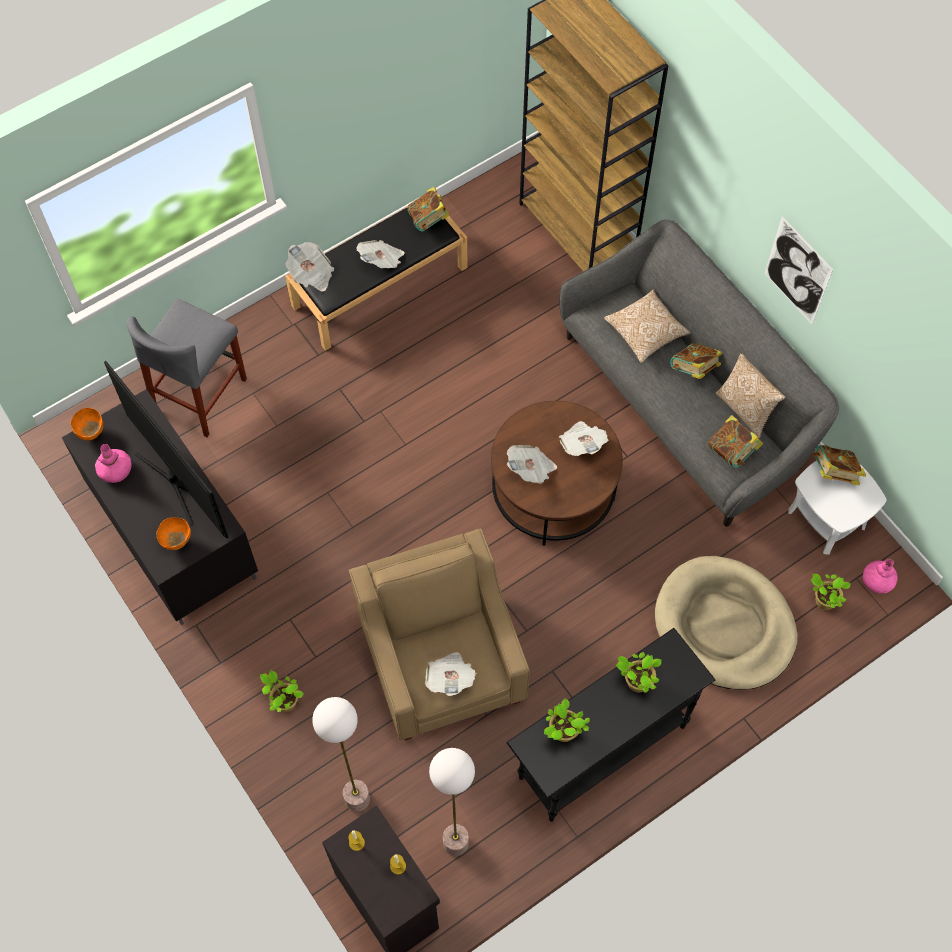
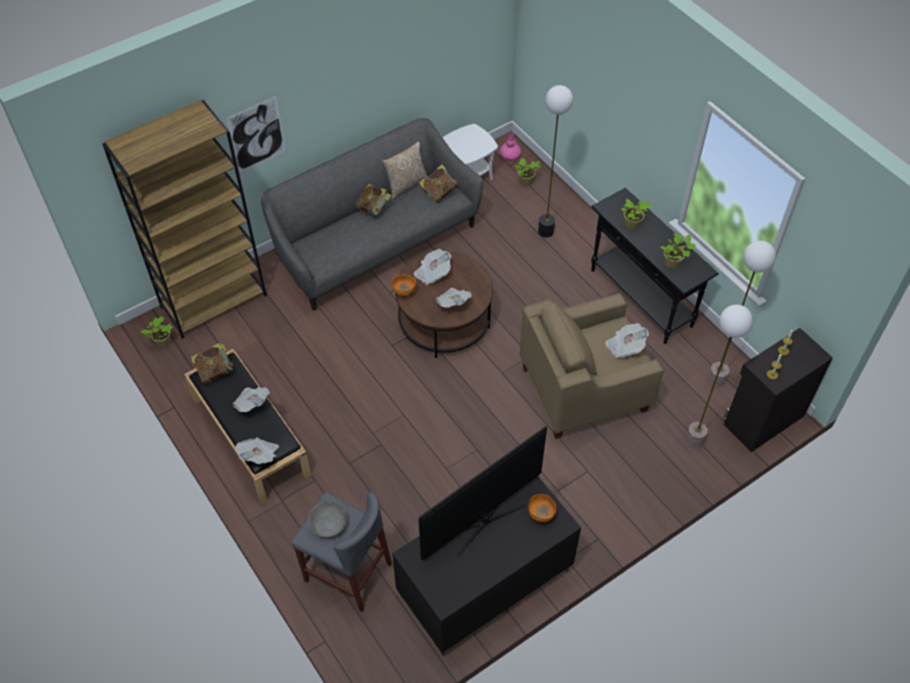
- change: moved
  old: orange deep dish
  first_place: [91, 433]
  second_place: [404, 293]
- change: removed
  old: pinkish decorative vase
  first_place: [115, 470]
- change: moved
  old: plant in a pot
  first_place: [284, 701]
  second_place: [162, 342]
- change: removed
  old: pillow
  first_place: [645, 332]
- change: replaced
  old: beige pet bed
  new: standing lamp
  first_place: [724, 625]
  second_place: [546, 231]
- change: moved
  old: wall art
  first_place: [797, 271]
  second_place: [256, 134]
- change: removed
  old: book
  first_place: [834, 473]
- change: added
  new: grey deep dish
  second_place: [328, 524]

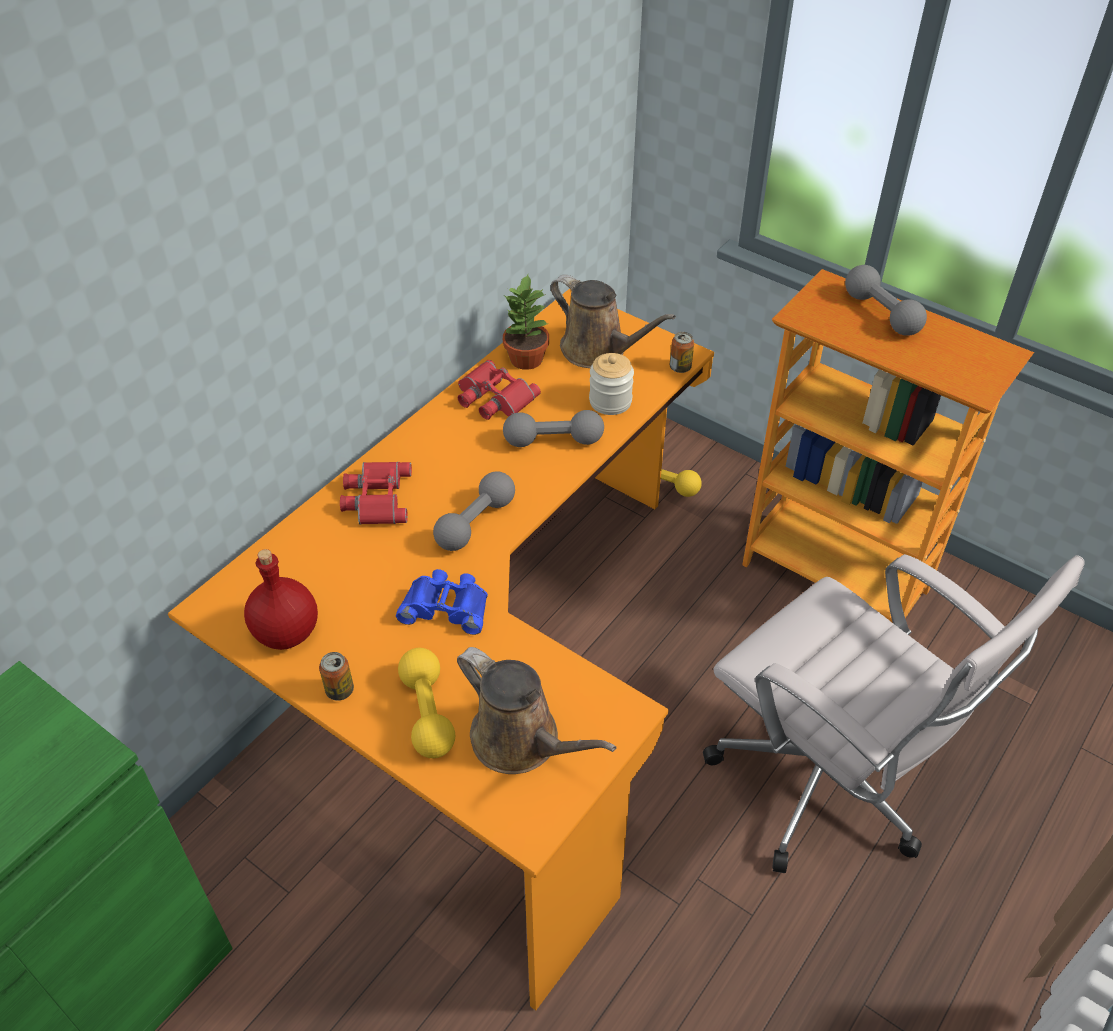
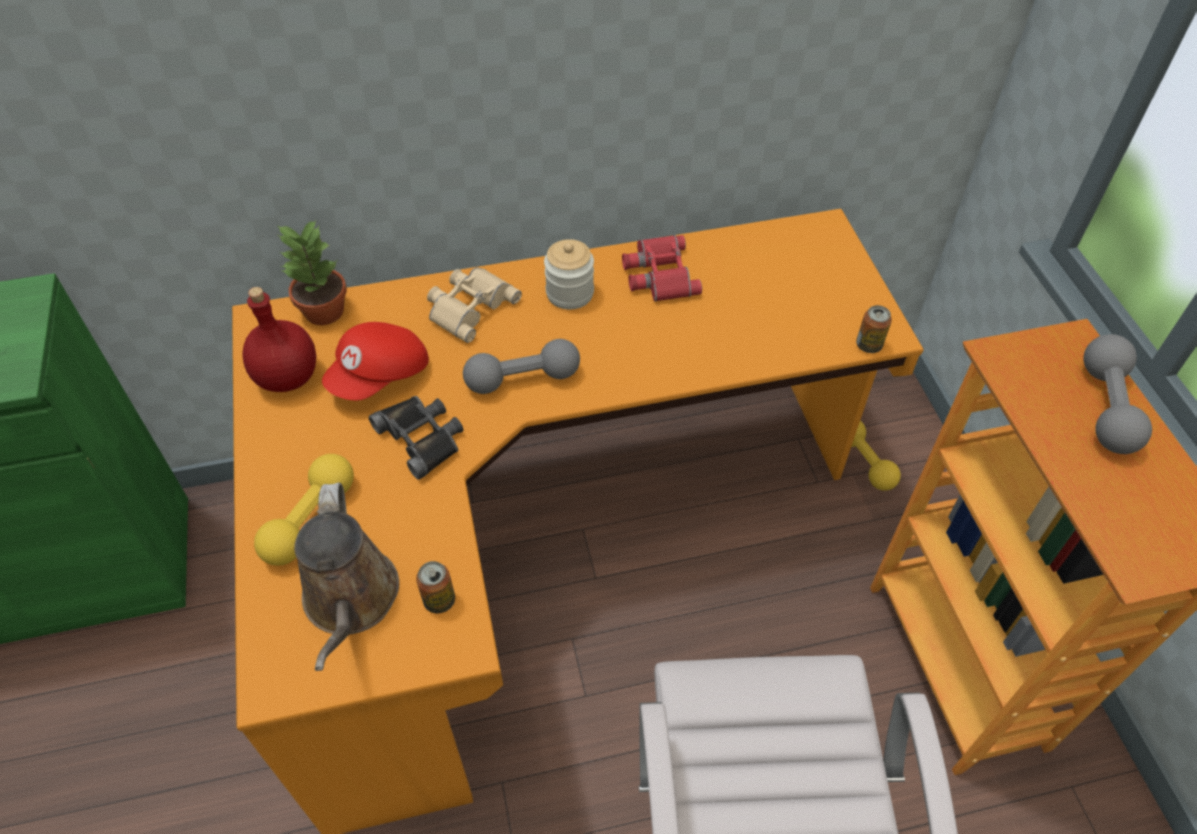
- change: moved
  old: metal can
  first_place: [339, 690]
  second_place: [439, 600]
- change: recoloured
  old: red-coloured binoculars
  new: beige binoculars
  first_place: [376, 497]
  second_place: [469, 306]
- change: recoloured
  old: blue binoculars
  new: blackish binoculars
  first_place: [446, 606]
  second_place: [422, 437]
- change: moved
  old: plant in a pot
  first_place: [525, 359]
  second_place: [323, 311]
- change: removed
  old: grey dumbbell
  first_place: [553, 441]
- change: removed
  old: brownish sprinkling can
  first_place: [598, 350]
- change: moved
  old: preserve jar
  first_place: [610, 401]
  second_place: [570, 293]
- change: added
  new: red-coloured peaked cap
  second_place: [381, 376]

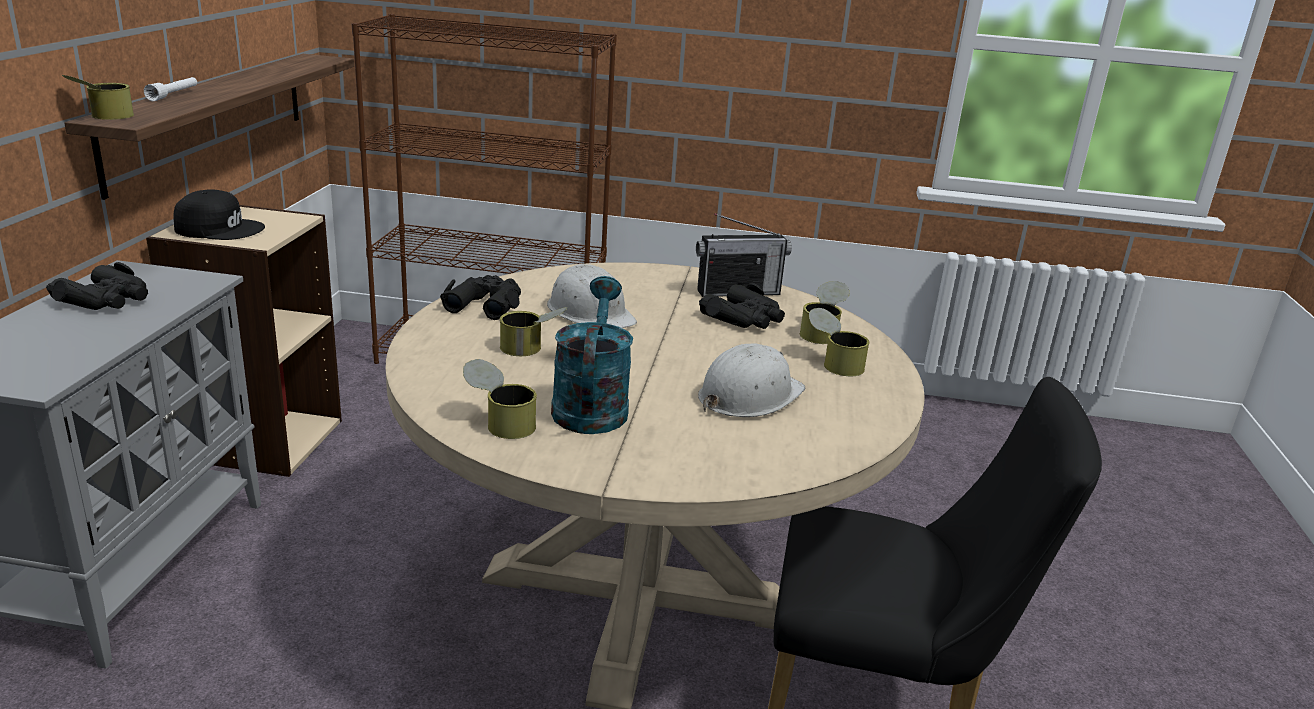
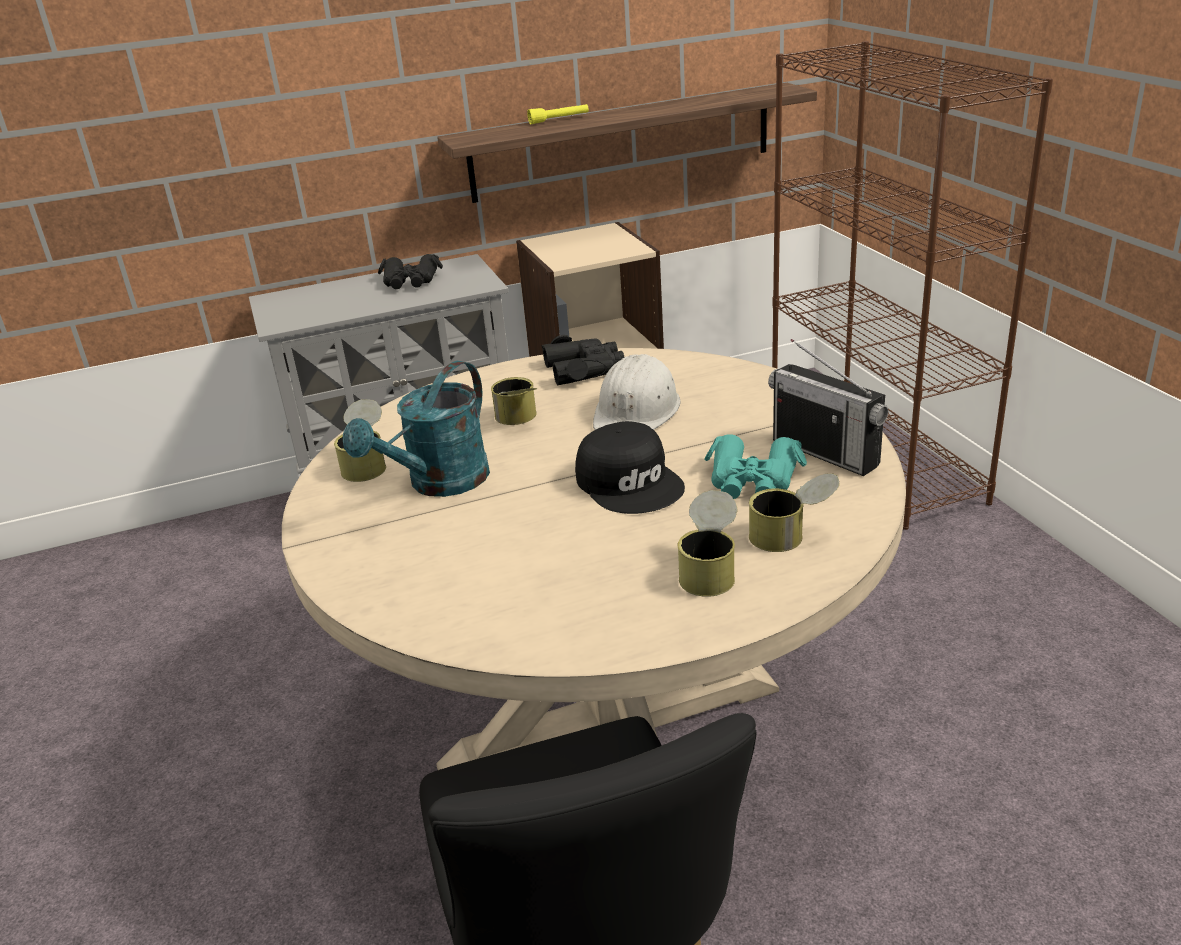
- change: removed
  old: metal can
  first_place: [102, 117]
- change: recoloured
  old: white torch
  new: yellowish torch
  first_place: [174, 95]
  second_place: [559, 120]
- change: moved
  old: blackish peaked cap
  first_place: [219, 228]
  second_place: [630, 482]
- change: turned
  old: turquoise-coloured sprinkling can
  first_place: [591, 405]
  second_place: [439, 484]
  degrees: 150
- change: removed
  old: white work helmet
  first_place: [749, 396]
- change: recoloured
  old: blackish binoculars
  new: turquoise-coloured binoculars
  first_place: [744, 318]
  second_place: [753, 480]

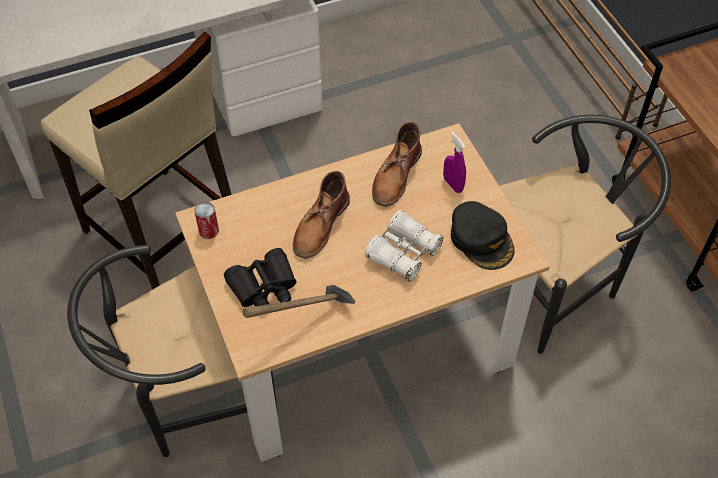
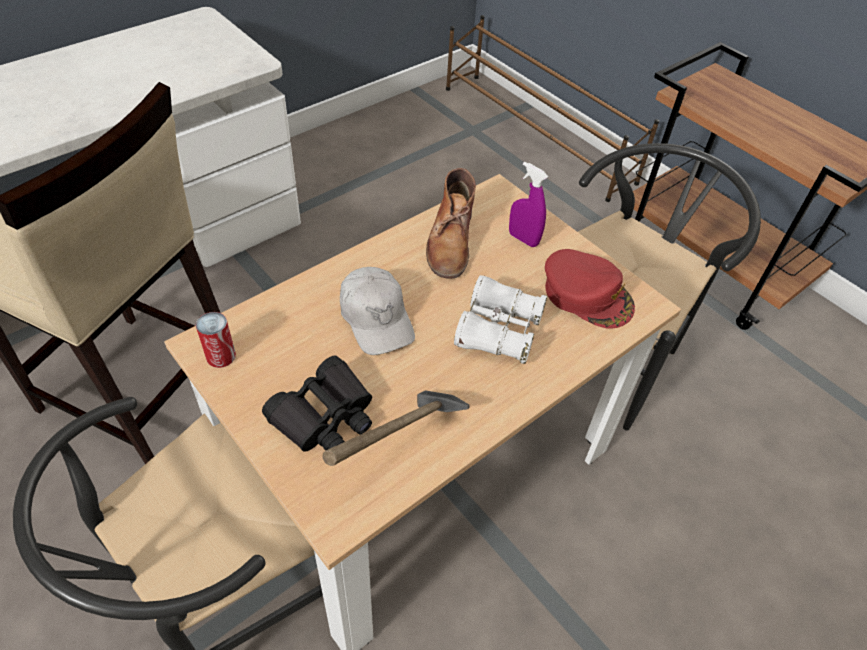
- change: replaced
  old: brownish tall boot
  new: white peaked cap
  first_place: [320, 225]
  second_place: [376, 318]
- change: recoloured
  old: blackish peaked cap
  new: red-coloured peaked cap
  first_place: [482, 239]
  second_place: [587, 294]

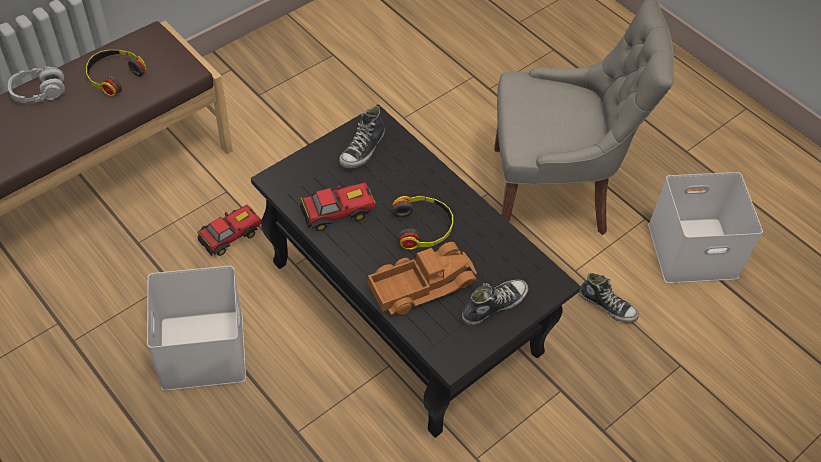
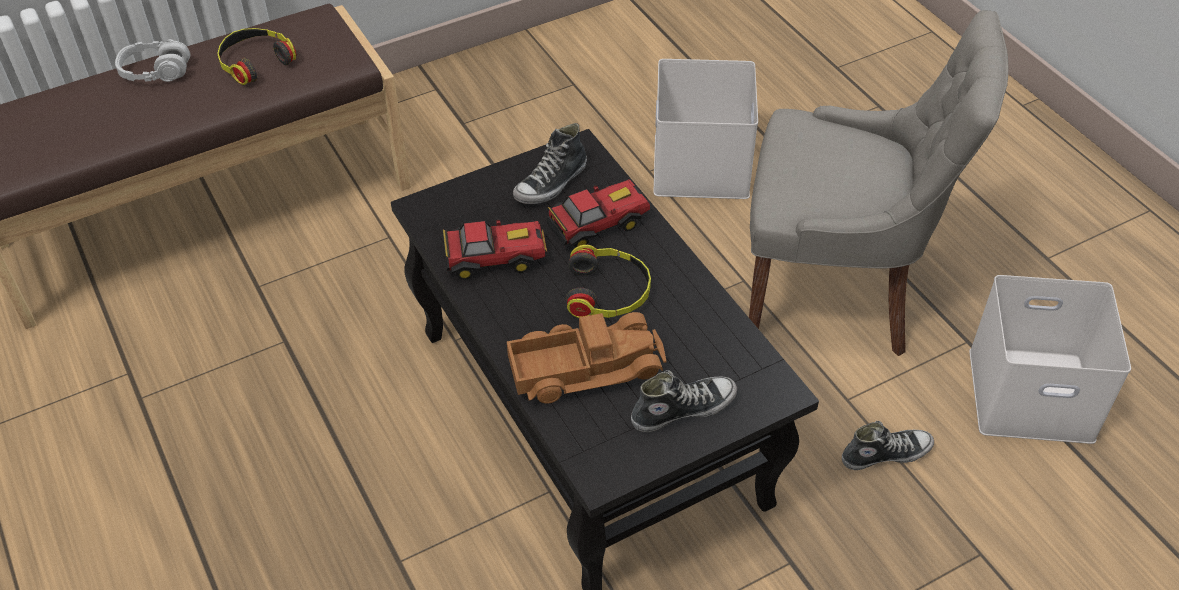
- change: moved
  old: white storage box
  first_place: [200, 348]
  second_place: [699, 163]
- change: moved
  old: model car
  first_place: [231, 235]
  second_place: [599, 223]
- change: turned
  old: item of footwear
  first_place: [607, 305]
  second_place: [885, 454]
  degrees: -60

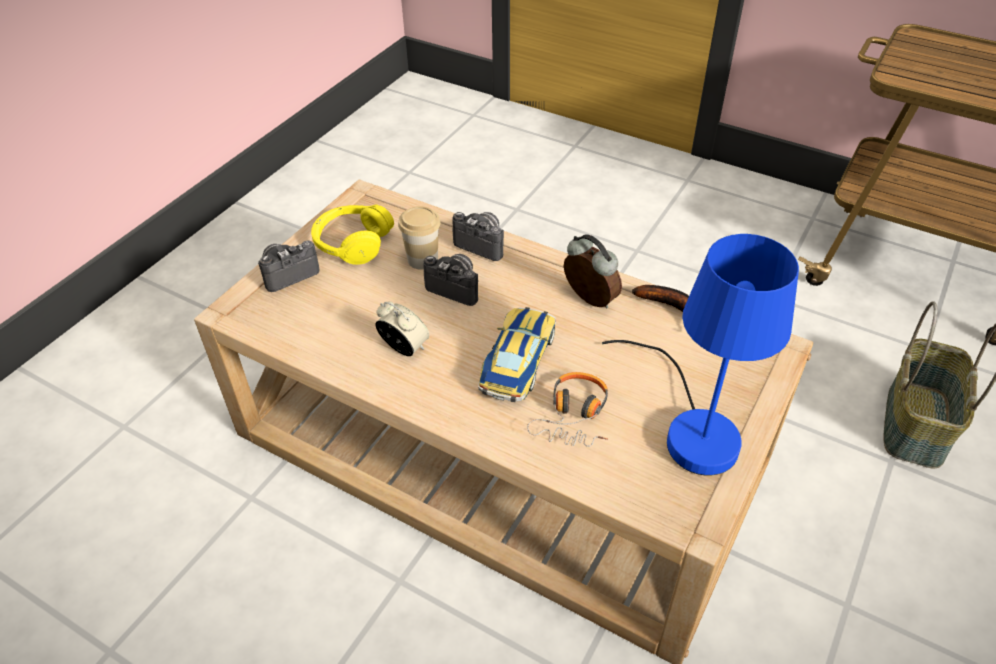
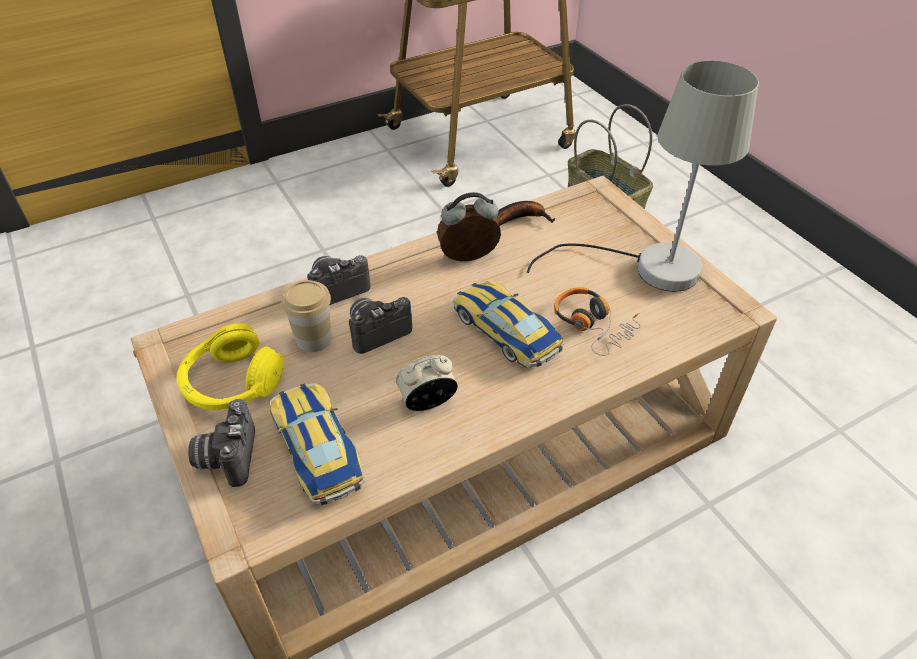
- change: recoloured
  old: blue table lamp
  new: grey table lamp
  first_place: [692, 428]
  second_place: [647, 268]
- change: added
  new: model car
  second_place: [317, 448]

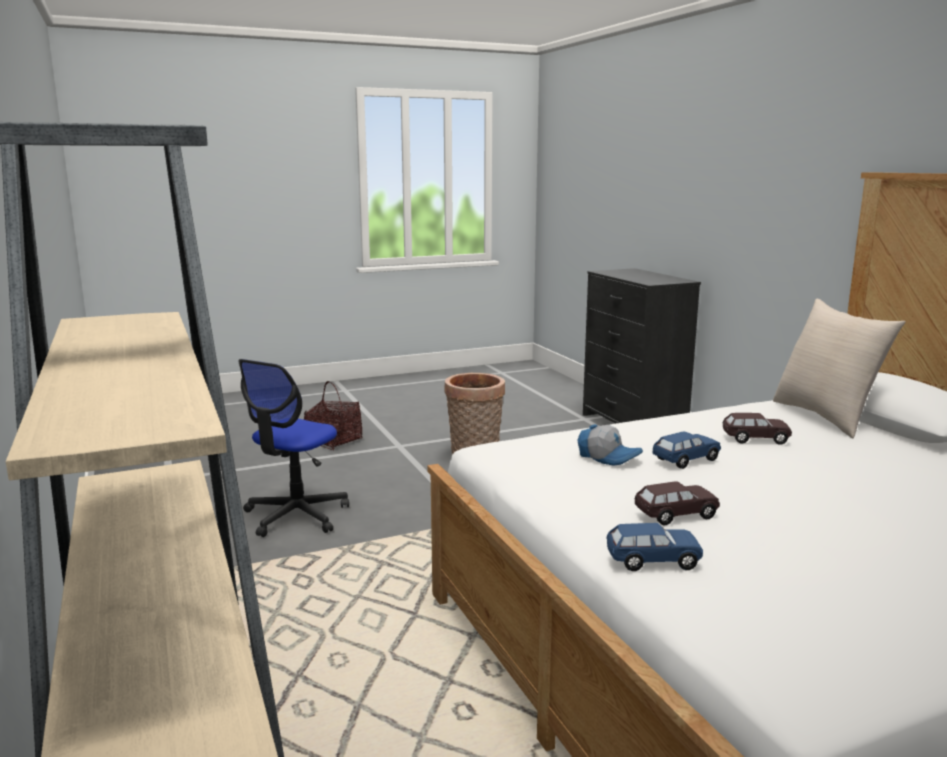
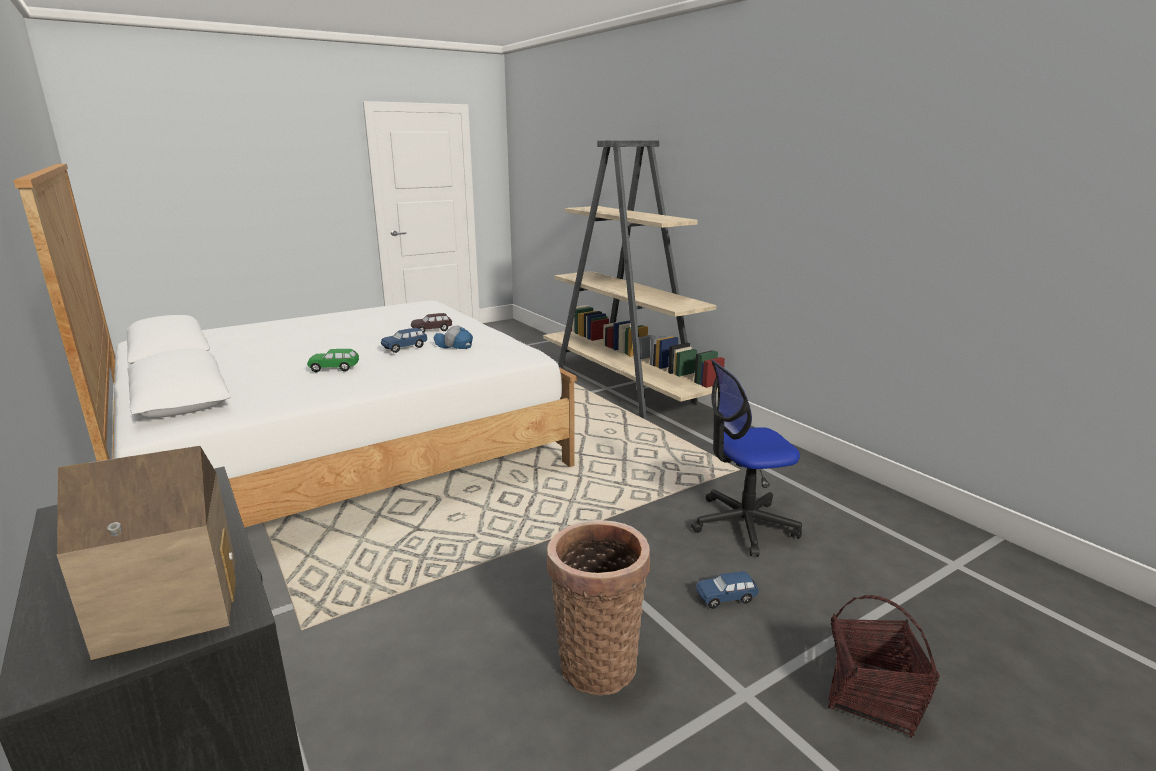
- change: turned
  old: computer chair
  first_place: [296, 515]
  second_place: [743, 524]
  degrees: -120
- change: moved
  old: blue model car
  first_place: [653, 560]
  second_place: [726, 597]
- change: recoloured
  old: brownish model car
  new: greenish model car
  first_place: [755, 439]
  second_place: [334, 368]
- change: removed
  old: beige pillow
  first_place: [826, 417]
- change: added
  new: toy house
  second_place: [170, 602]

